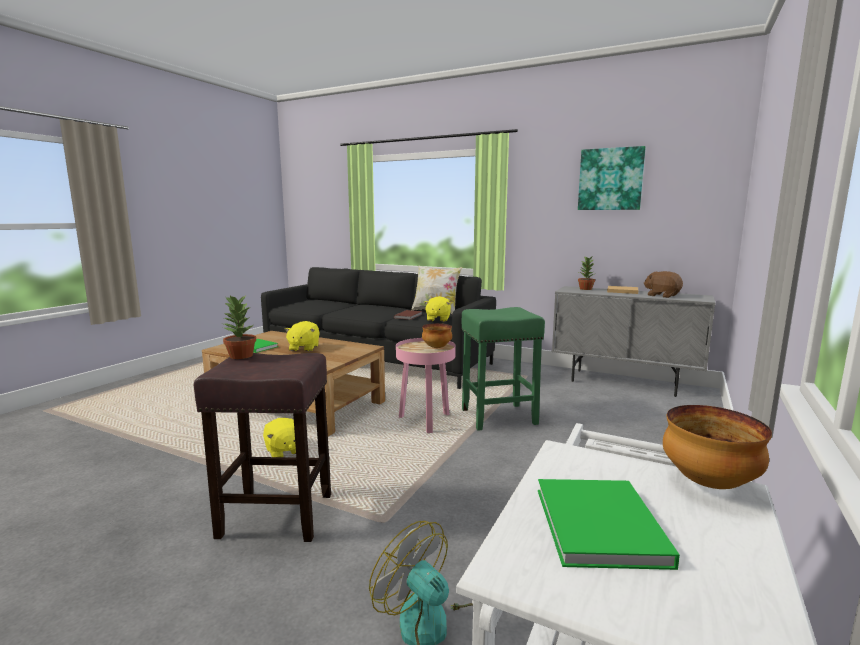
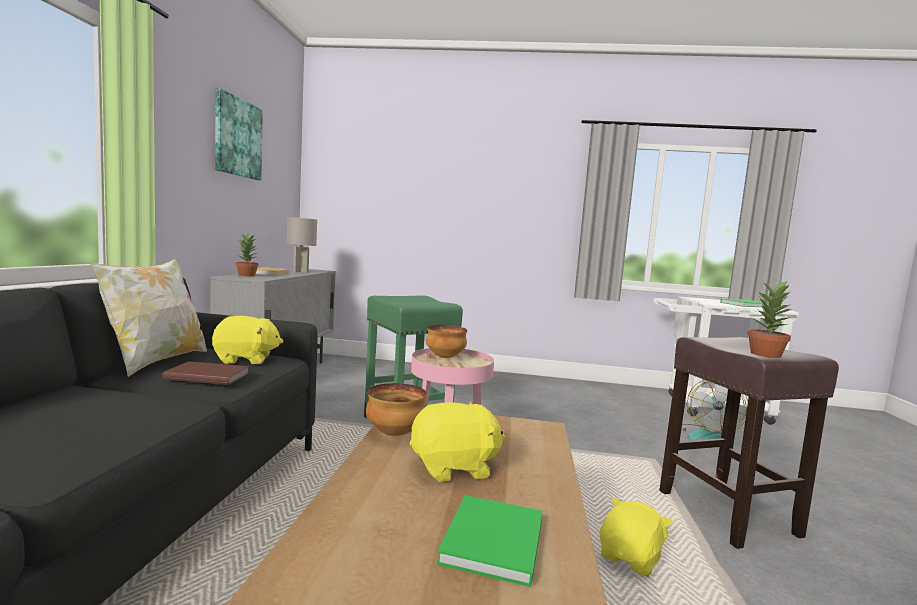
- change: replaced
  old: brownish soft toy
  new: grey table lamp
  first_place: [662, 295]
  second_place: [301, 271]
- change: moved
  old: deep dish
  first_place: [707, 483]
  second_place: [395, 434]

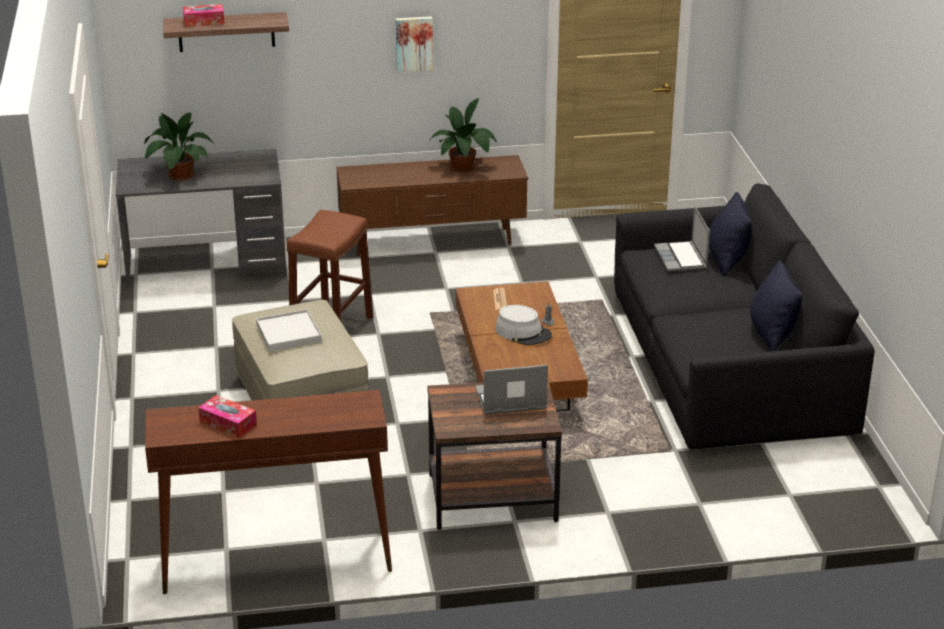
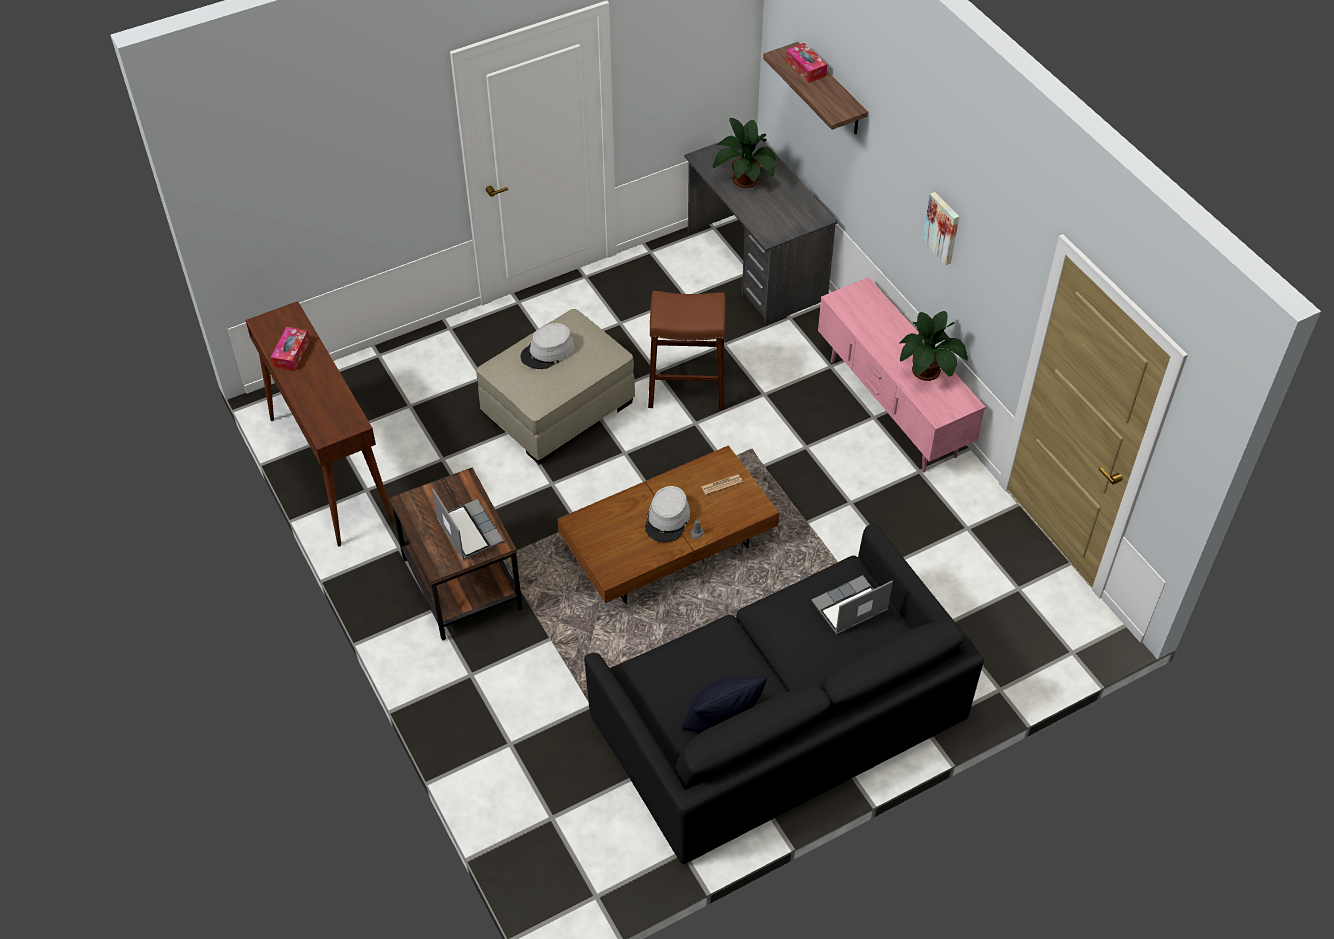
- change: replaced
  old: white serving tray
  new: grey clothing hat
  first_place: [289, 333]
  second_place: [547, 352]
- change: recoloured
  old: brownish tv unit
  new: pinkish tv unit
  first_place: [432, 243]
  second_place: [891, 409]
- change: removed
  old: blackish pillow
  first_place: [726, 260]

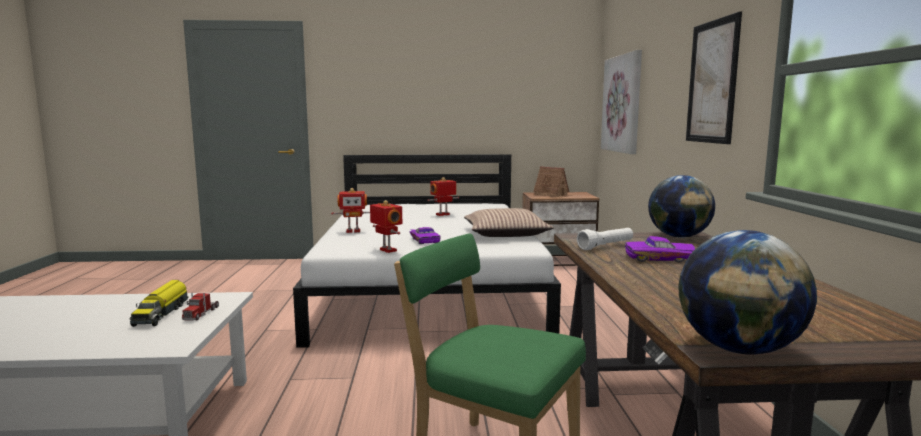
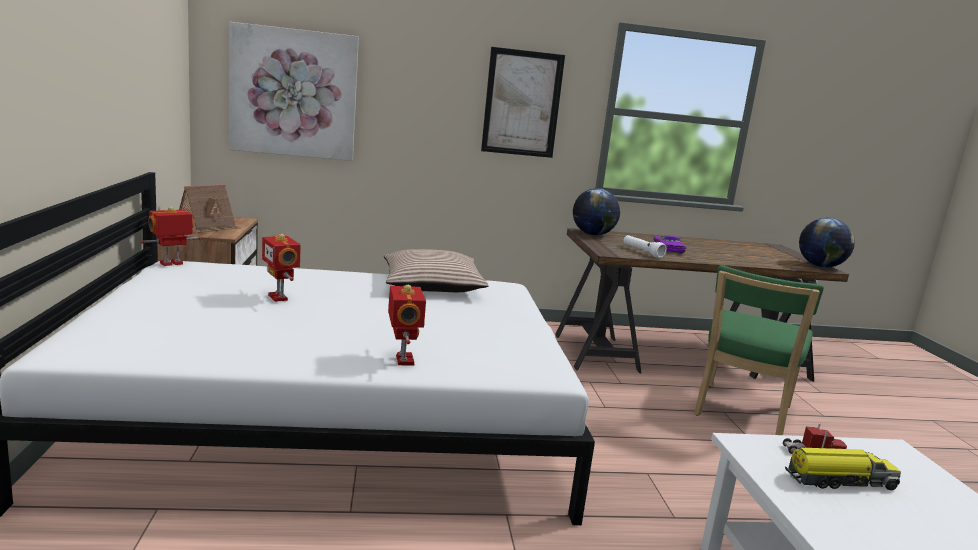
- change: moved
  old: toy robot
  first_place: [387, 250]
  second_place: [172, 264]
- change: removed
  old: purple-coloured model car
  first_place: [426, 240]

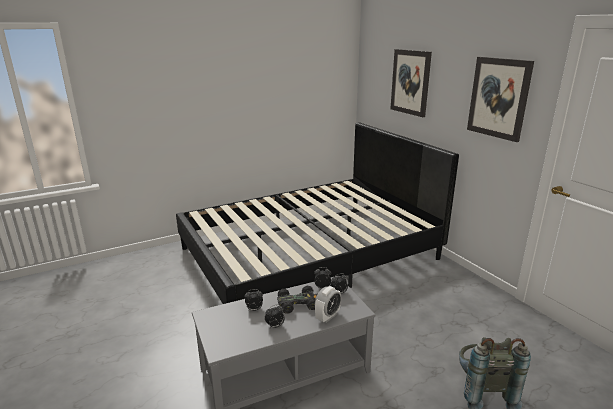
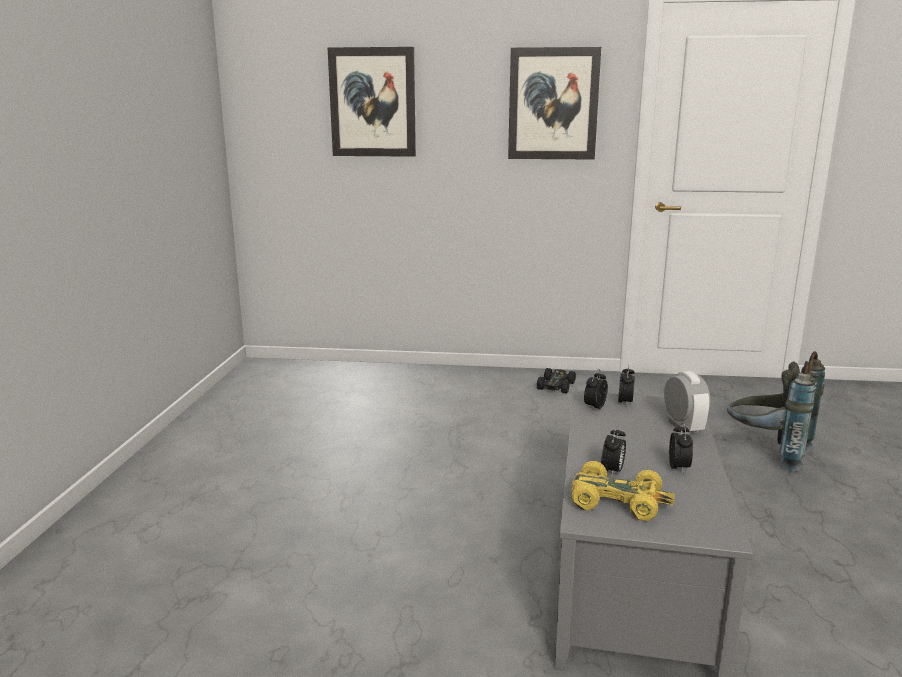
- change: removed
  old: blackish bed
  first_place: [309, 253]
- change: moved
  old: blackish model car
  first_place: [298, 303]
  second_place: [556, 386]
- change: added
  new: yellowish model car
  second_place: [618, 501]

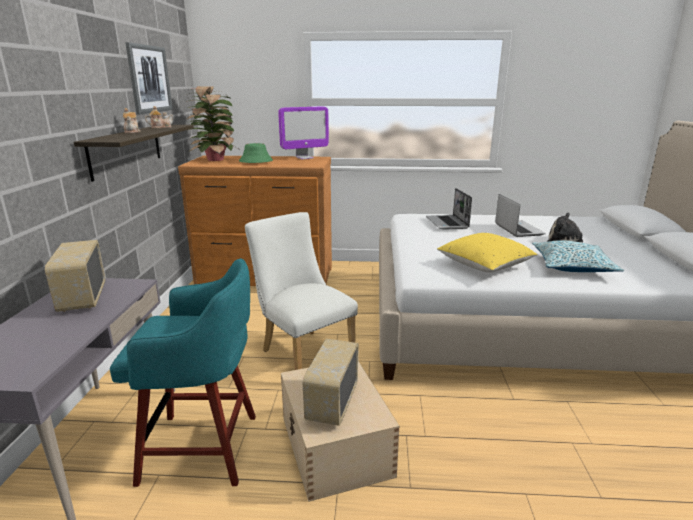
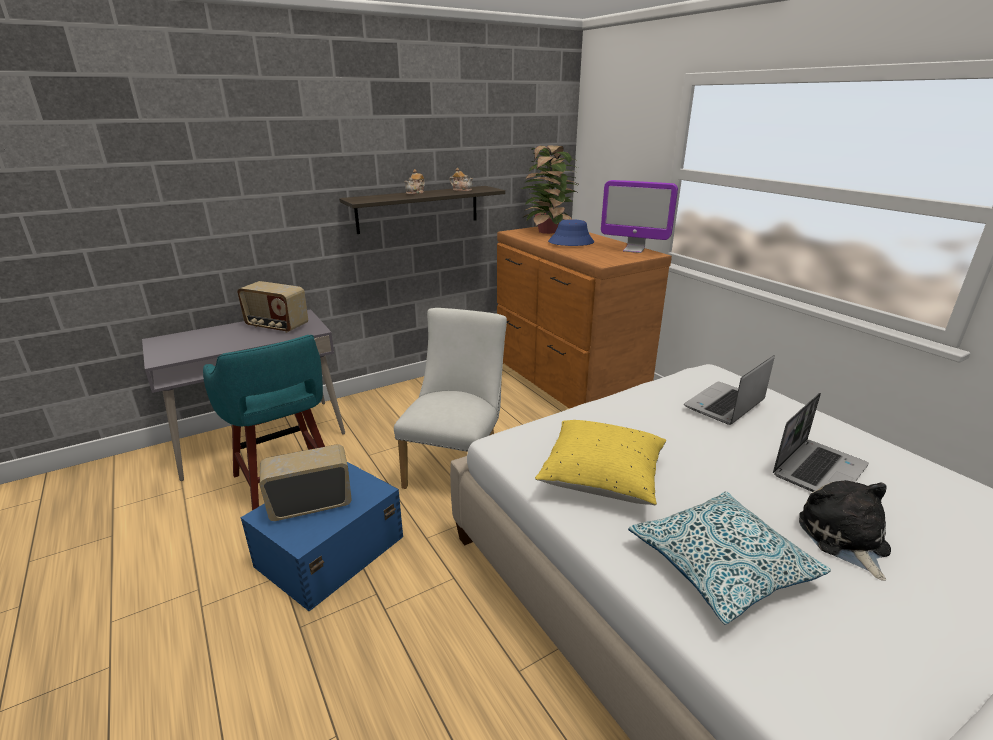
- change: turned
  old: radio set
  first_place: [82, 298]
  second_place: [276, 326]
  degrees: -105
- change: removed
  old: wall art
  first_place: [149, 79]
- change: recoloured
  old: greenish clothing hat
  new: blue clothing hat
  first_place: [255, 161]
  second_place: [571, 242]
- change: recoloured
  old: beige storage box
  new: blue storage box
  first_place: [335, 447]
  second_place: [329, 552]

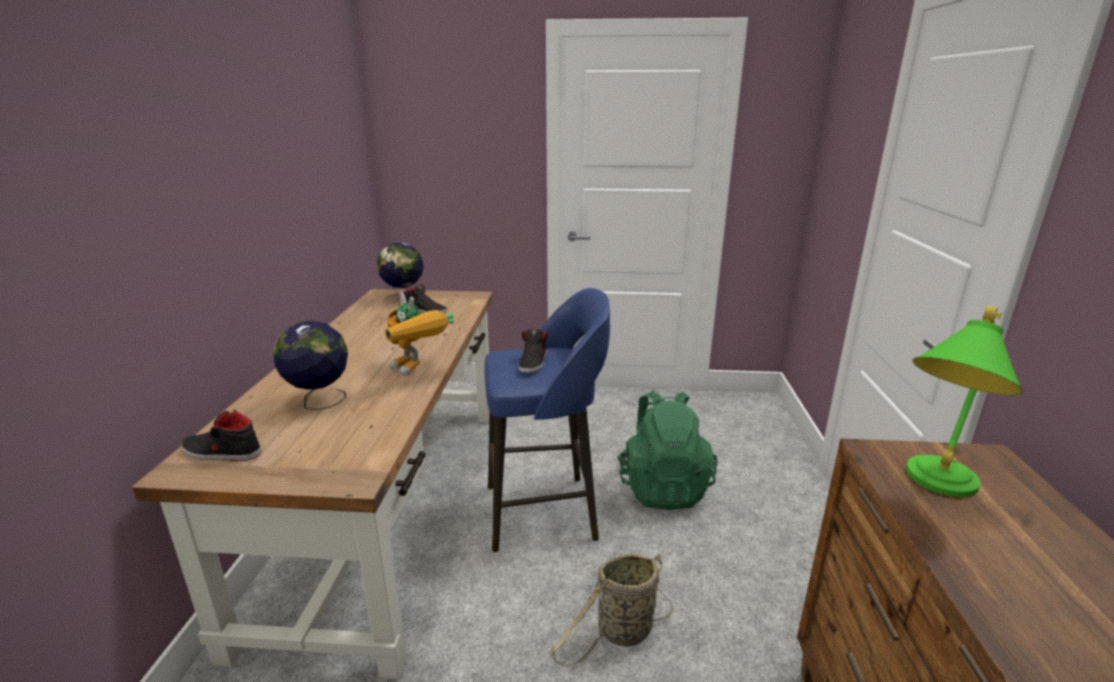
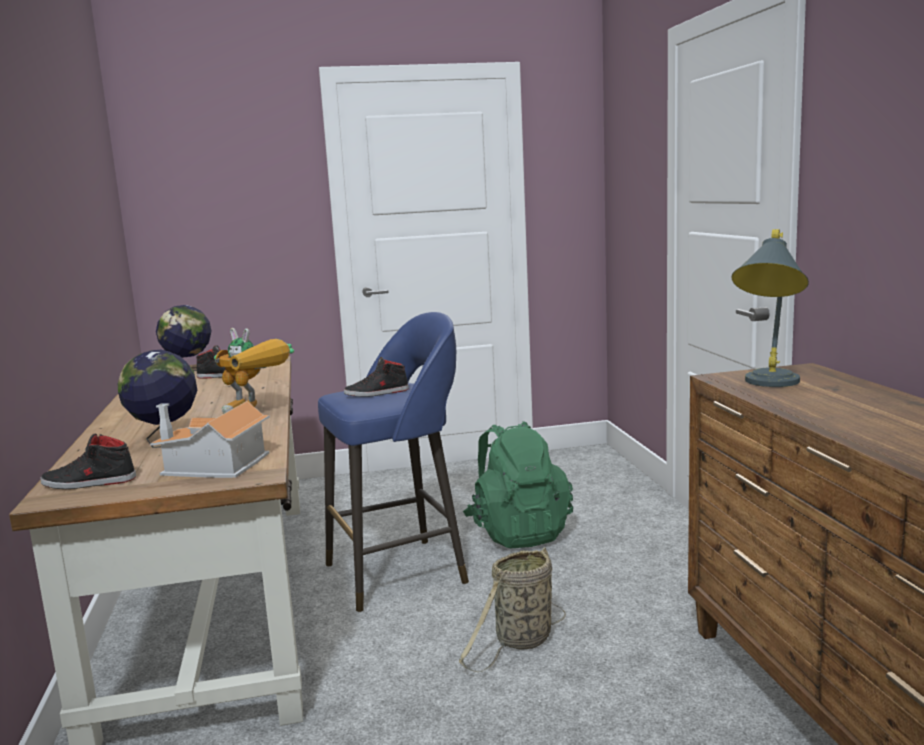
- change: turned
  old: blackish item of footwear
  first_place: [533, 362]
  second_place: [377, 393]
  degrees: 75
- change: recoloured
  old: greenish table lamp
  new: grey table lamp
  first_place: [933, 487]
  second_place: [767, 385]
- change: added
  new: toy house
  second_place: [215, 466]

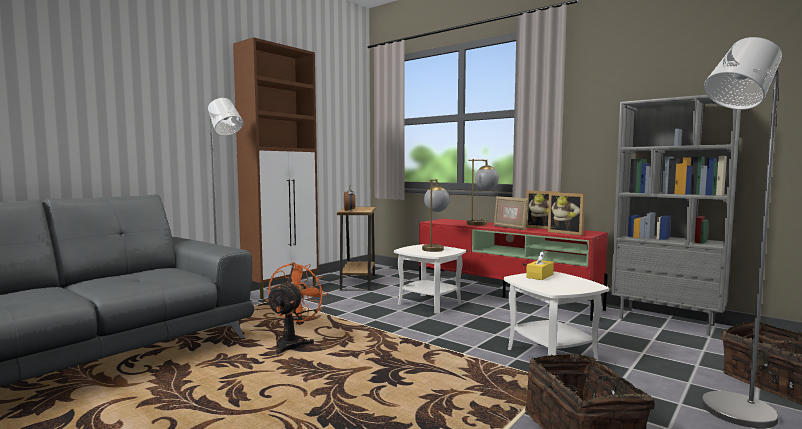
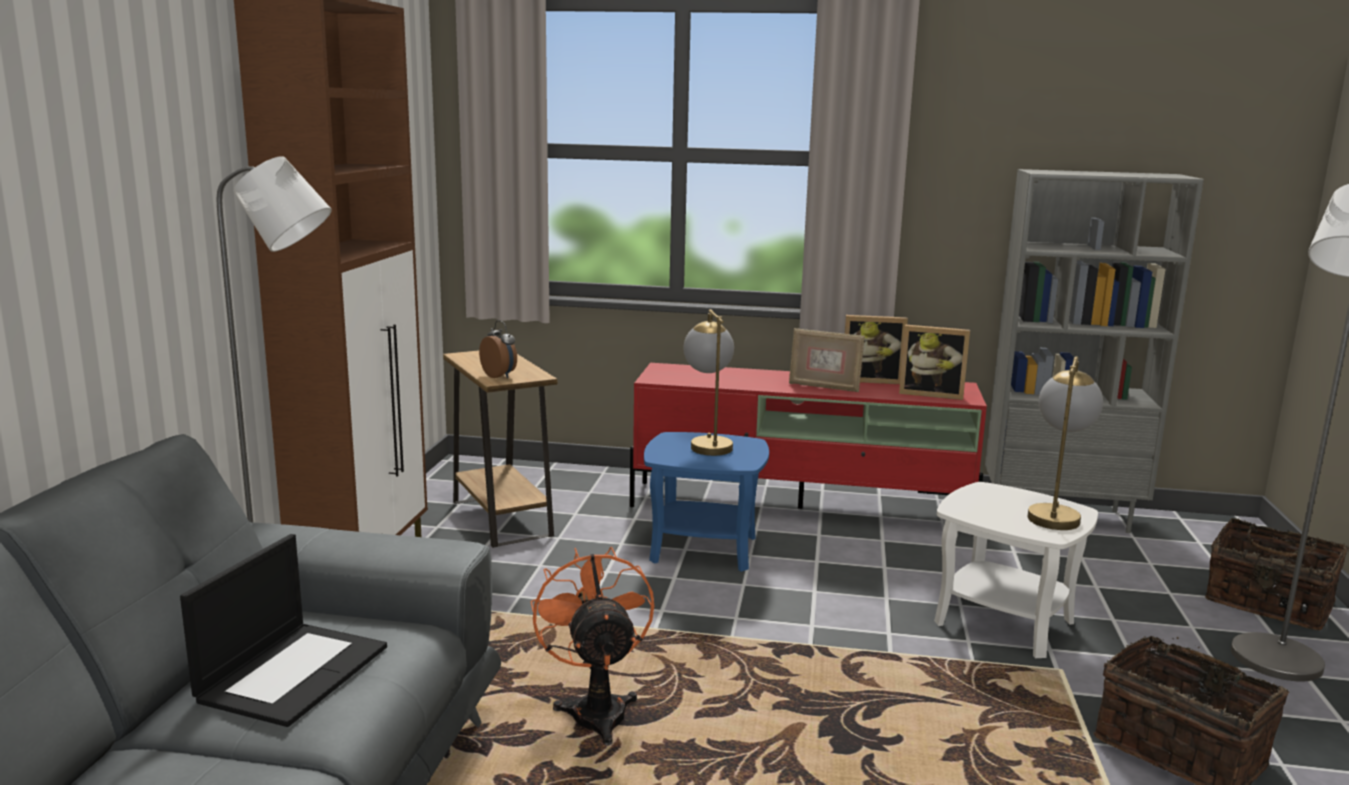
- change: recoloured
  old: white end table
  new: blue end table
  first_place: [430, 303]
  second_place: [704, 549]
- change: moved
  old: table lamp
  first_place: [481, 223]
  second_place: [1054, 513]
- change: removed
  old: yellowish tissue holder
  first_place: [540, 276]
- change: added
  new: laptop
  second_place: [294, 672]

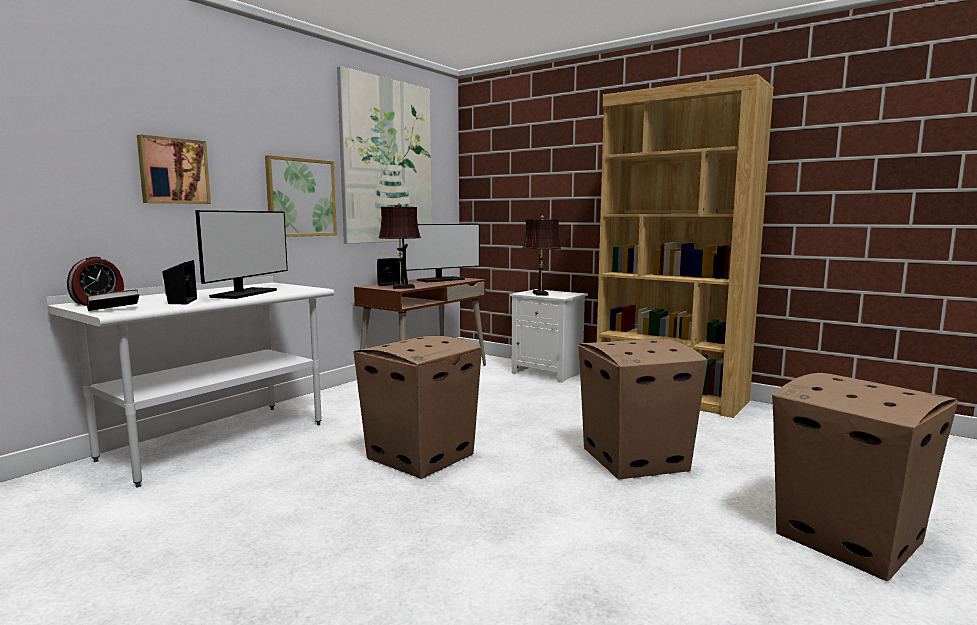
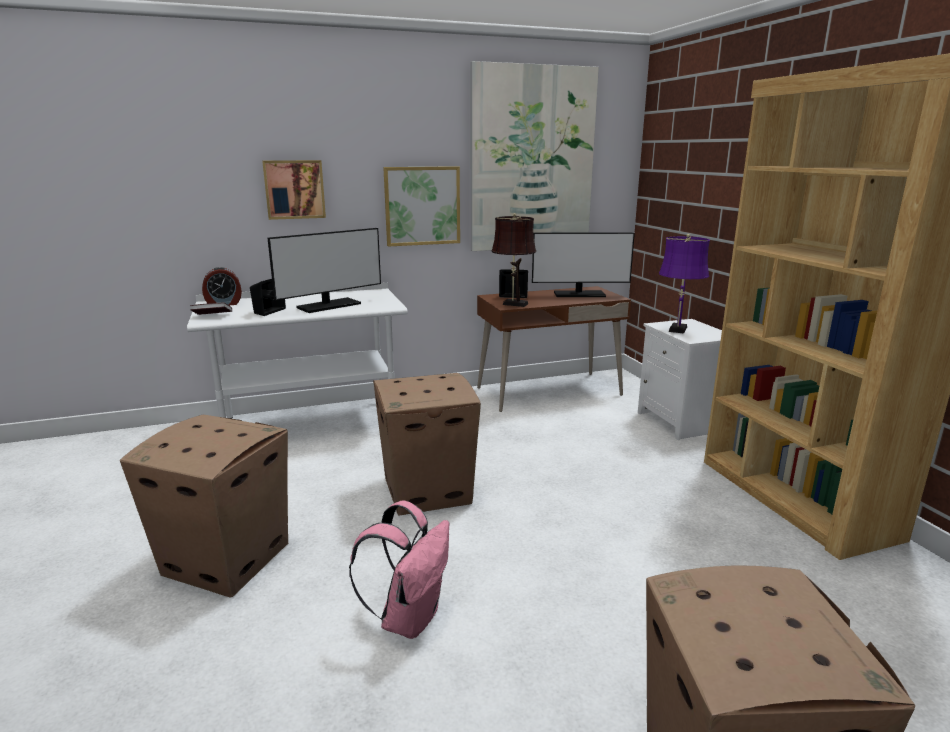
- change: recoloured
  old: brownish table lamp
  new: purple-coloured table lamp
  first_place: [540, 294]
  second_place: [677, 330]
- change: moved
  old: cardboard box
  first_place: [633, 460]
  second_place: [225, 558]
- change: added
  new: pinkish backpack
  second_place: [409, 617]

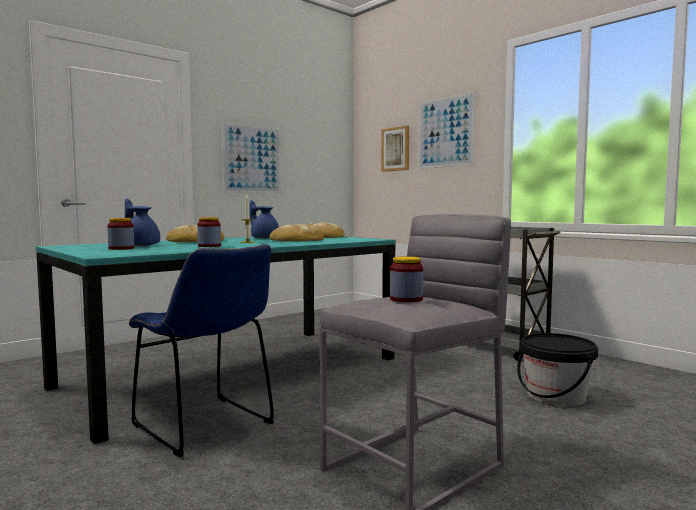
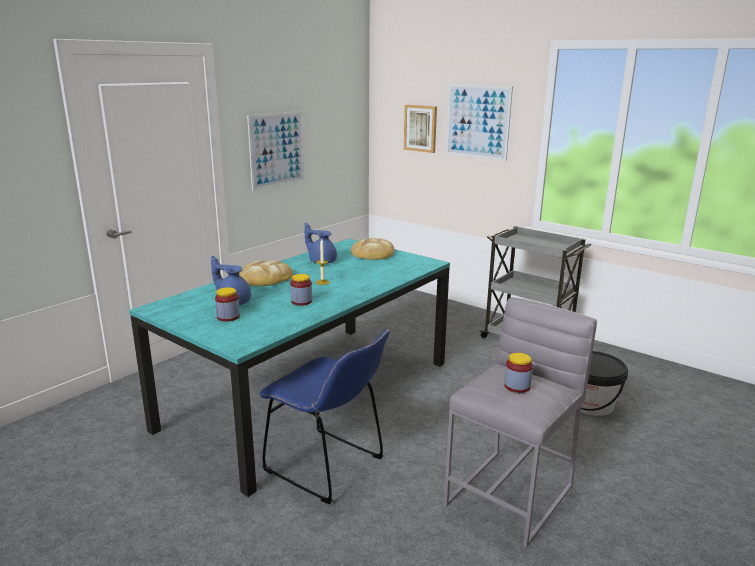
- change: removed
  old: bakery bread
  first_place: [296, 240]

